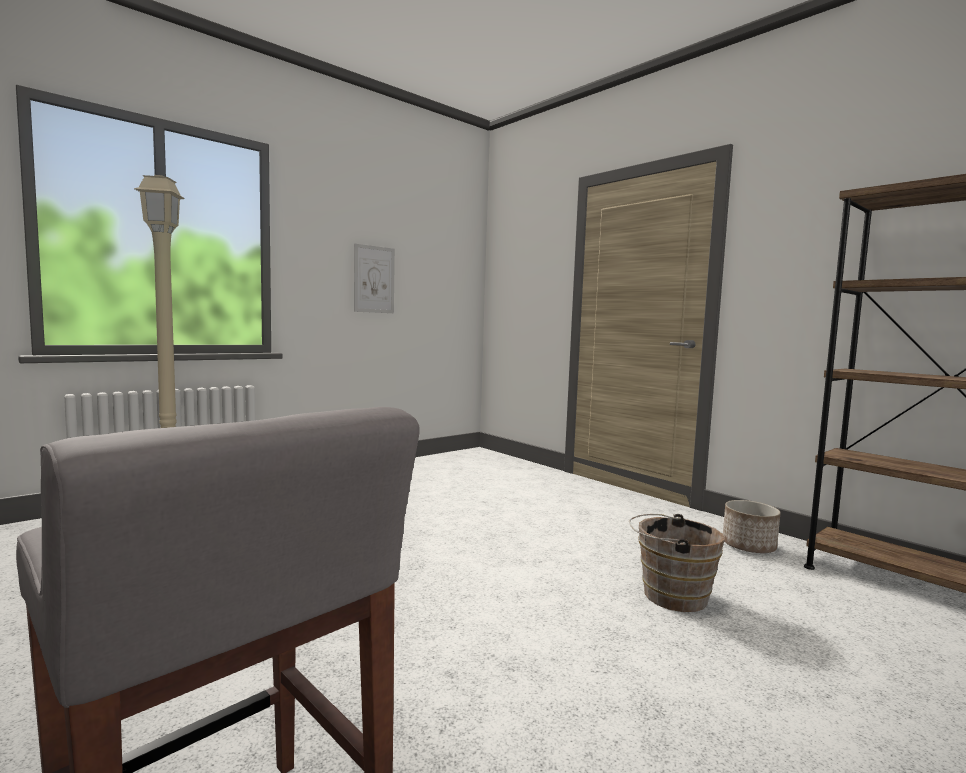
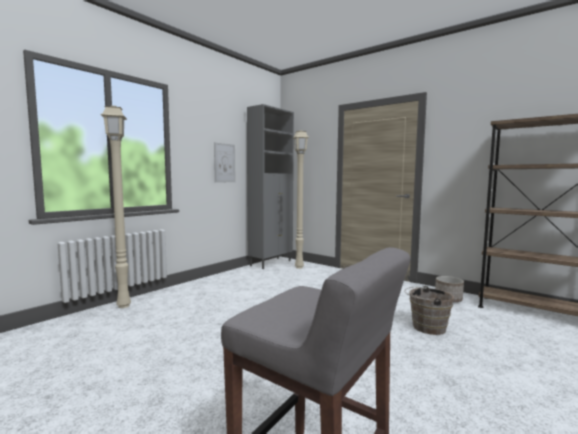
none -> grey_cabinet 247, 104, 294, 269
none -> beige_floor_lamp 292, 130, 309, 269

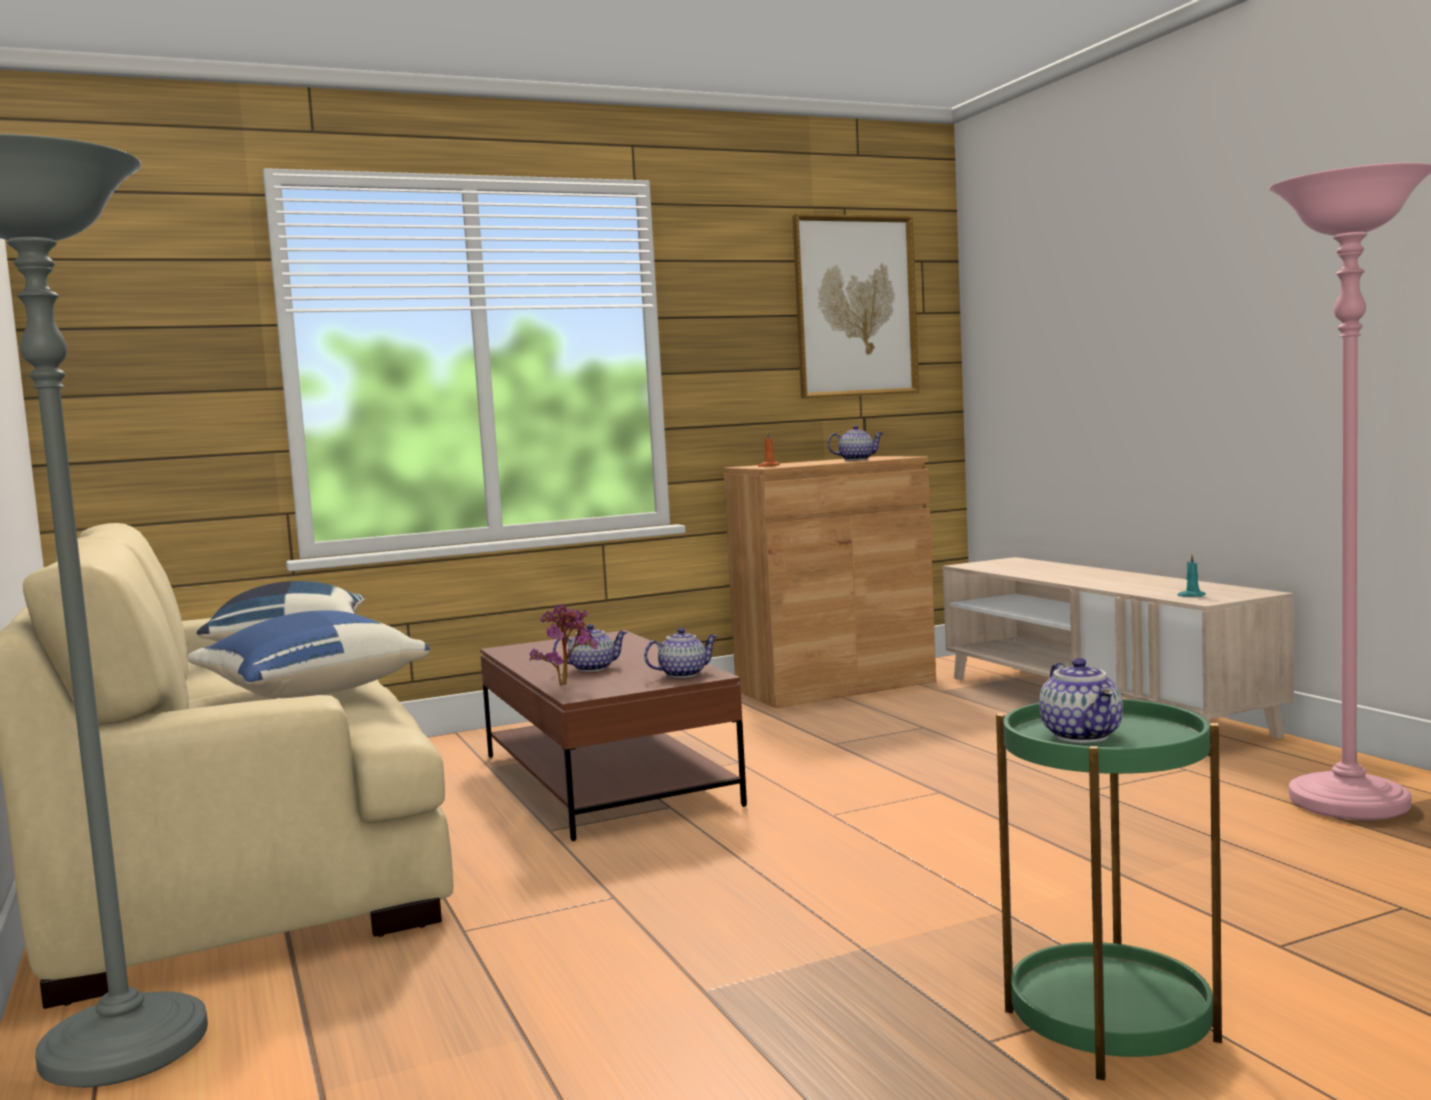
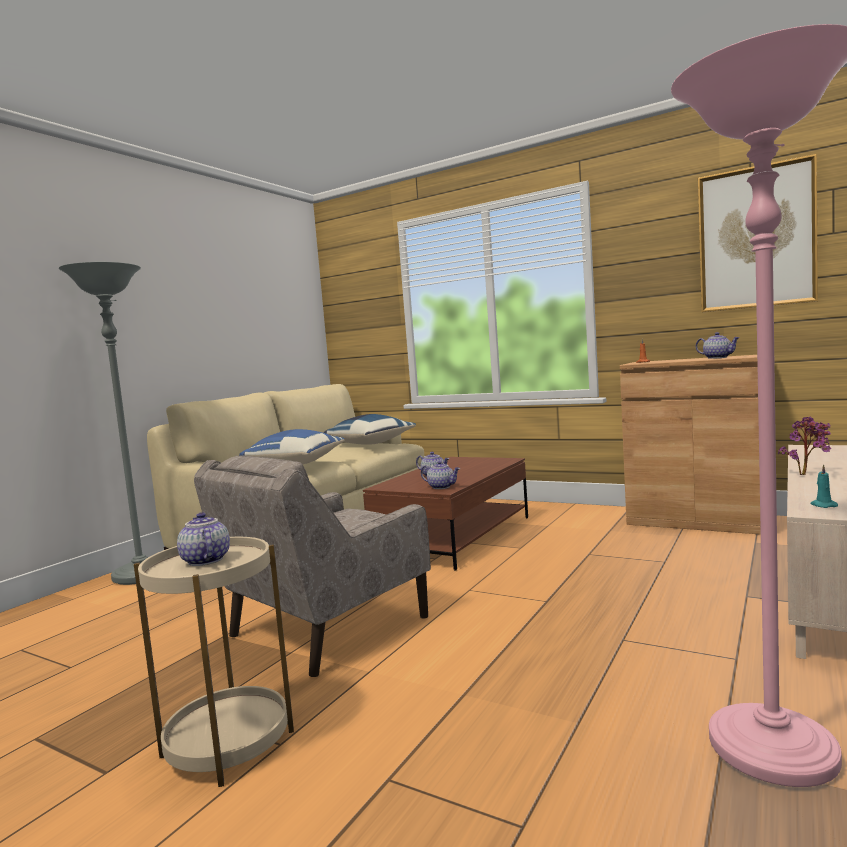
potted_plant 530, 604, 599, 685 -> potted_plant 778, 417, 832, 475, shifted
teapot 1039, 658, 1123, 743 -> teapot 177, 512, 230, 566, 105 degrees clockwise
green_side_table 996, 699, 1222, 1080 -> beige_side_table 134, 537, 294, 787
none -> beige_armchair 194, 456, 431, 677

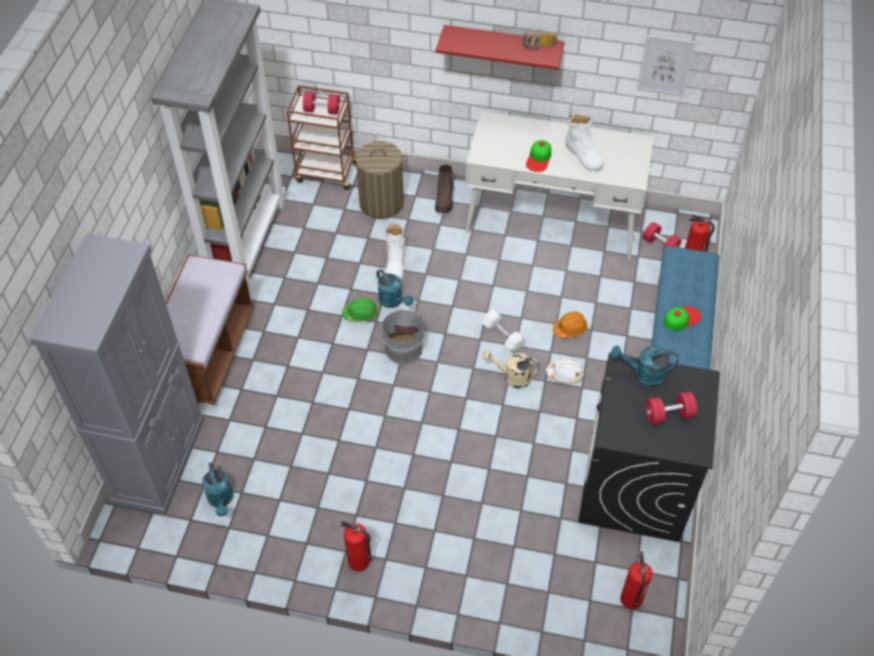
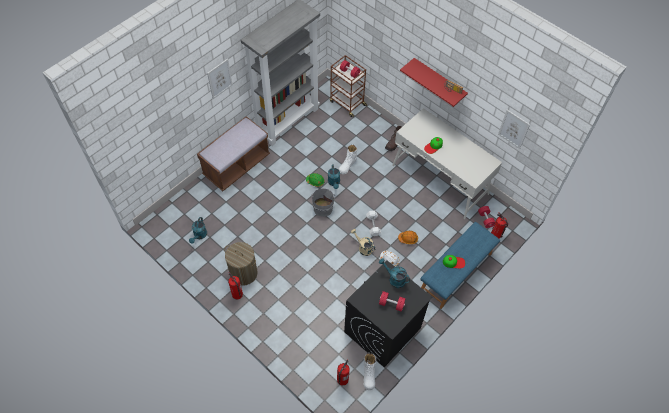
white_boot 565, 114, 604, 172 -> white_boot 364, 352, 376, 390, shifted
laundry_basket 350, 141, 408, 219 -> laundry_basket 224, 242, 258, 286, shifted
grey_cabinet 29, 234, 205, 515 -> none
none -> picture 207, 59, 233, 99

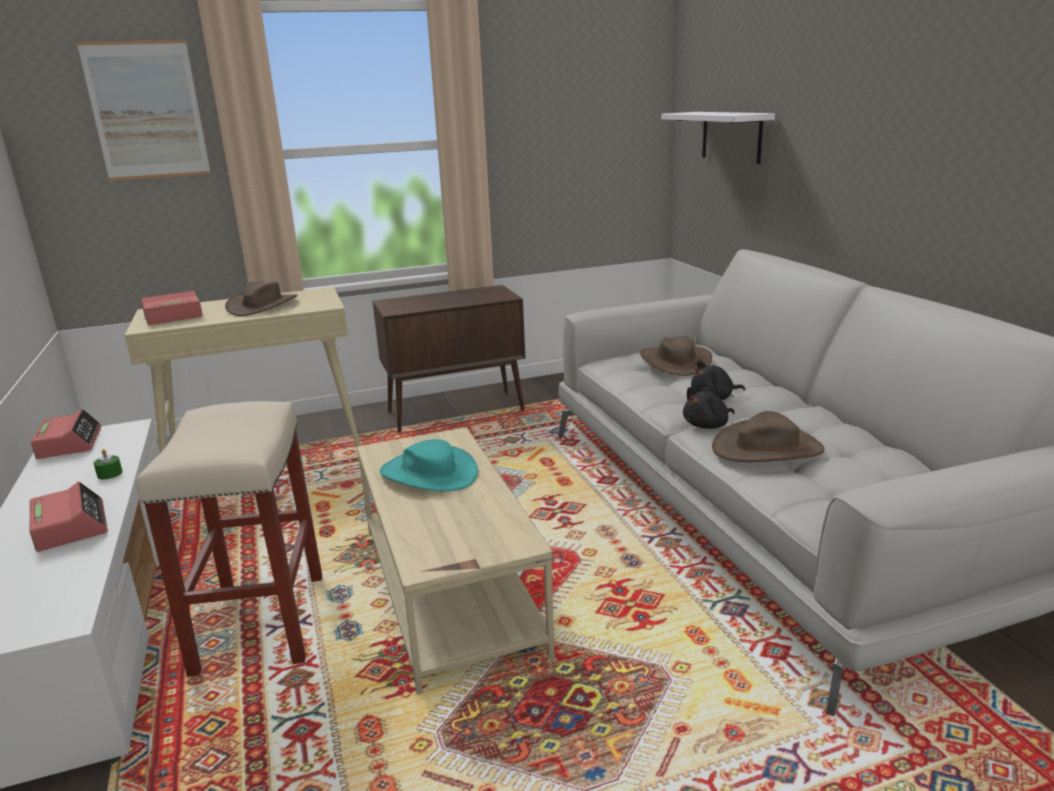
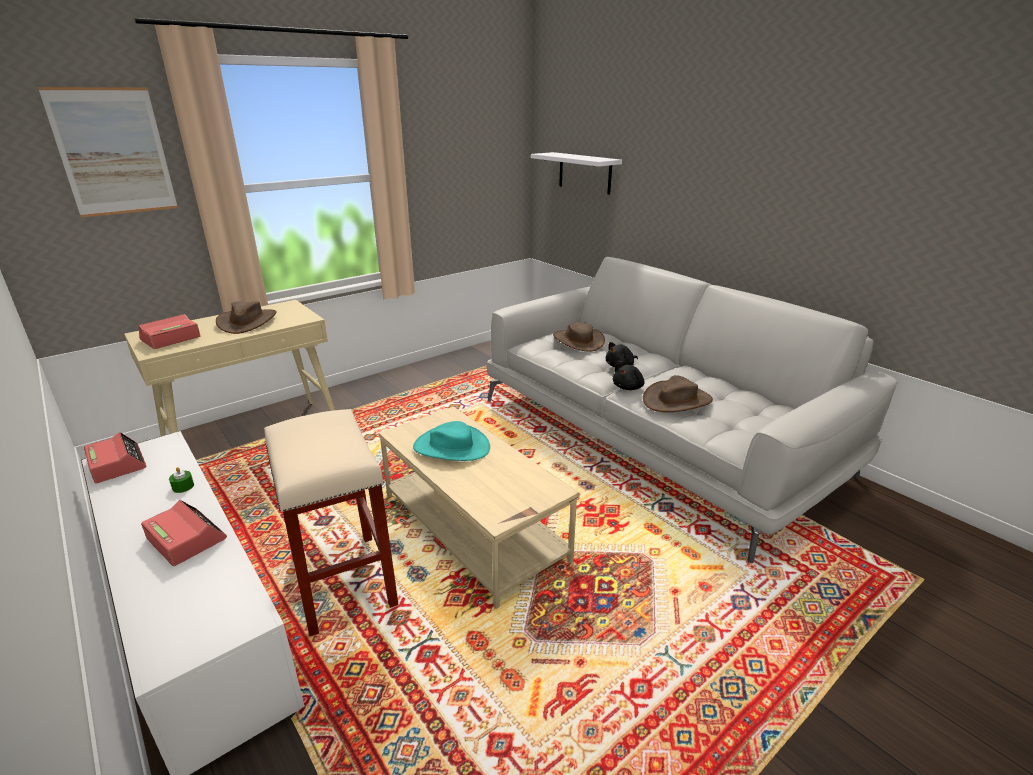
brown_cabinet 373, 285, 526, 432 -> none

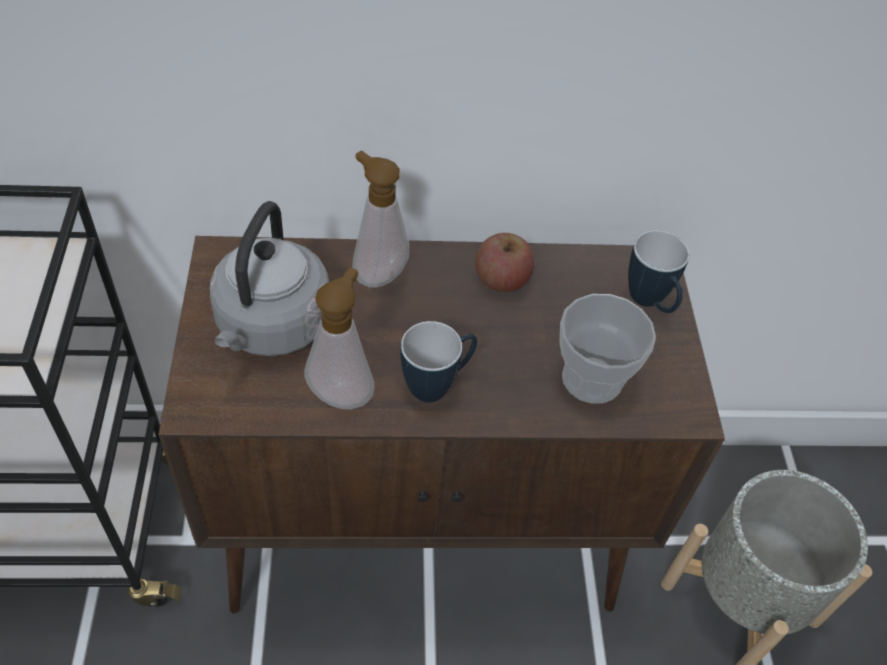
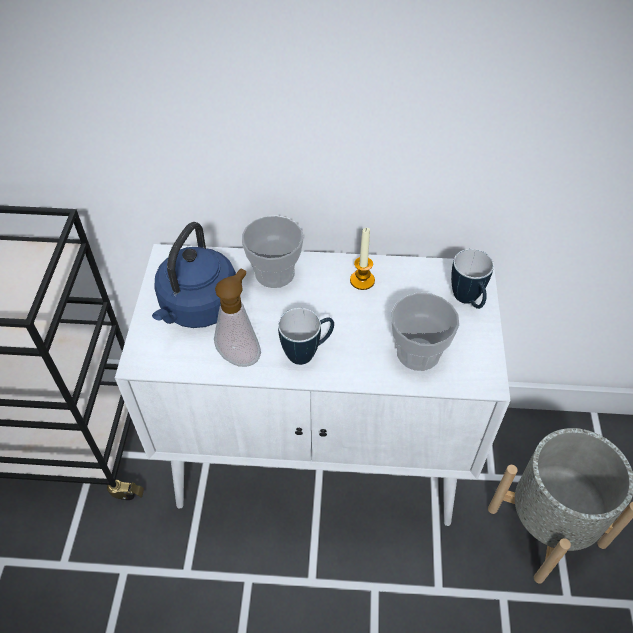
soap_dispenser 353, 151, 409, 288 -> cup 242, 215, 303, 288
grey_kettle 210, 201, 329, 356 -> blue_kettle 152, 222, 236, 328
apple 475, 233, 535, 292 -> candle 350, 228, 375, 290
brown_cabinet 158, 236, 725, 613 -> white_cabinet 115, 244, 511, 526

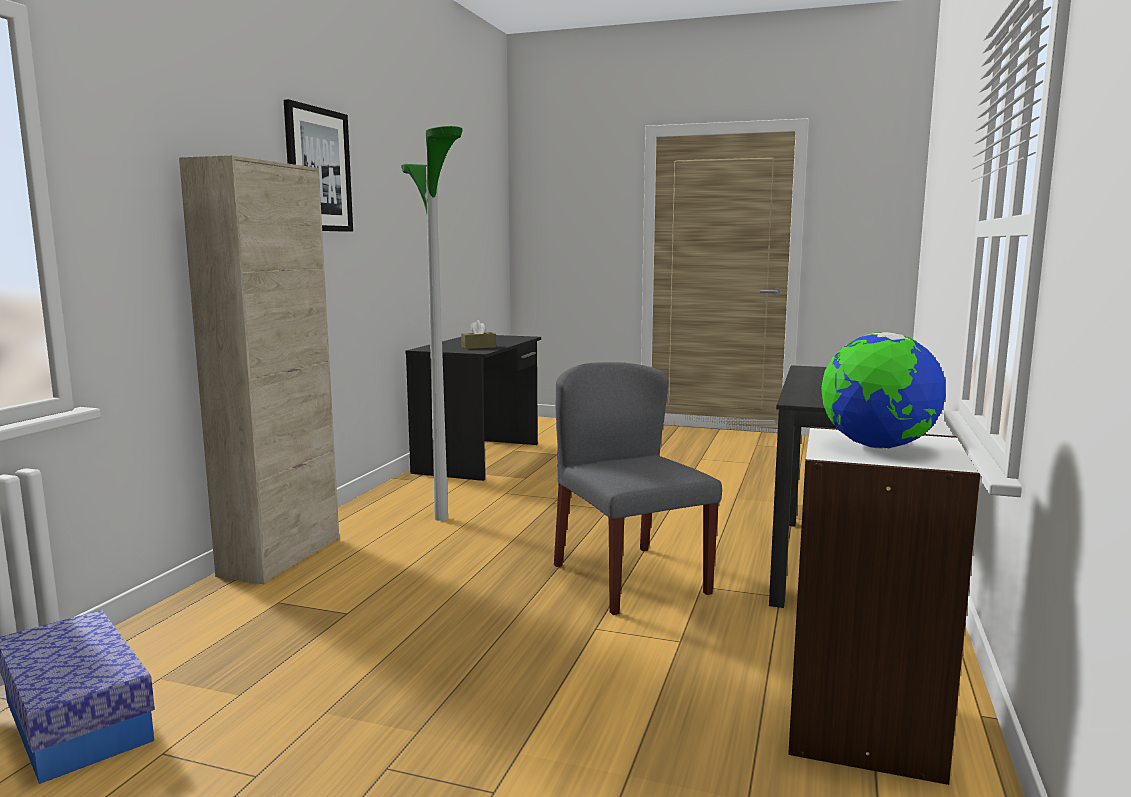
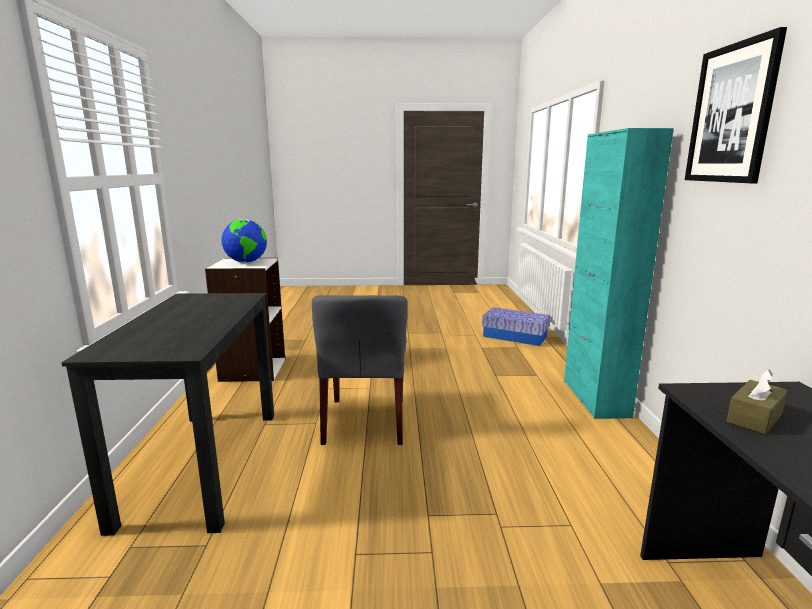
floor_lamp 401, 126, 463, 521 -> none
beige_cabinet 179, 155, 339, 584 -> turquoise_cabinet 564, 128, 674, 419
grey_chair 554, 362, 722, 615 -> grey_chair 312, 295, 407, 445, 45 degrees clockwise

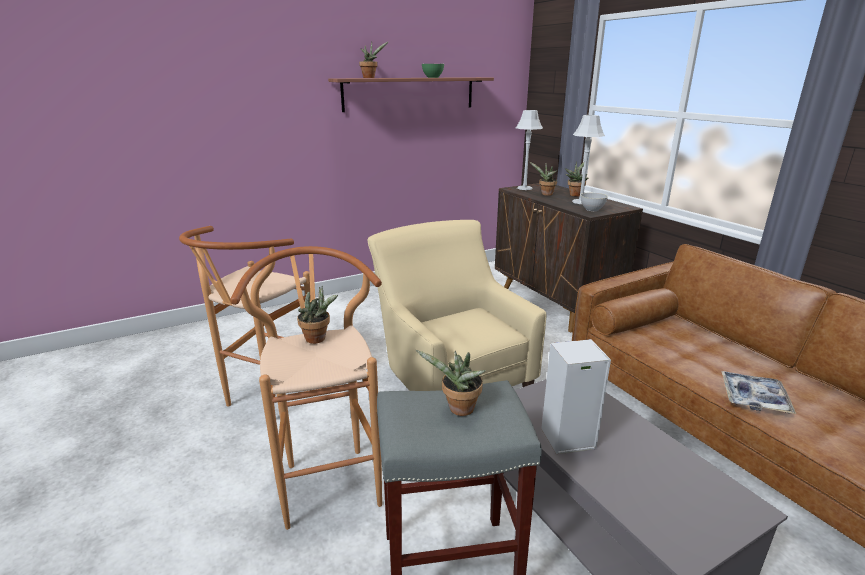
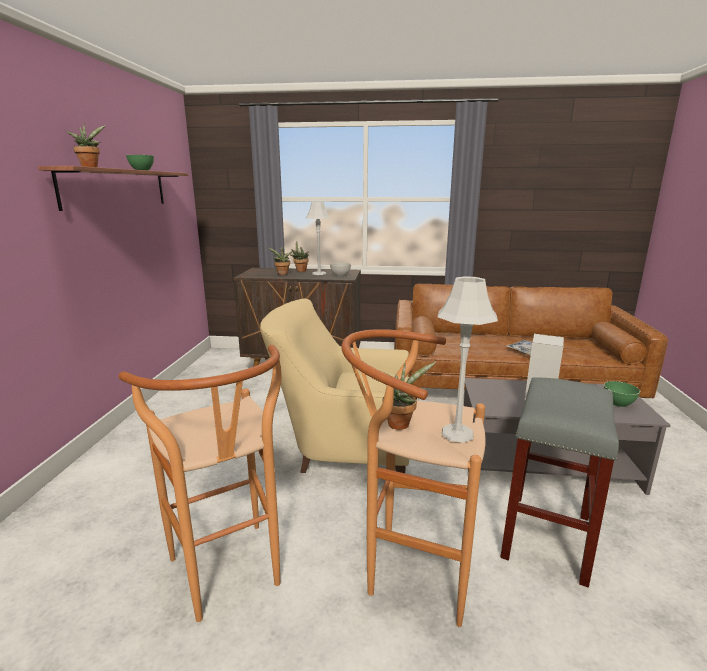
grey_table_lamp 516, 110, 543, 190 -> grey_table_lamp 438, 276, 498, 443, shifted
potted_plant 416, 350, 485, 416 -> none
none -> green_bowl 604, 381, 640, 407

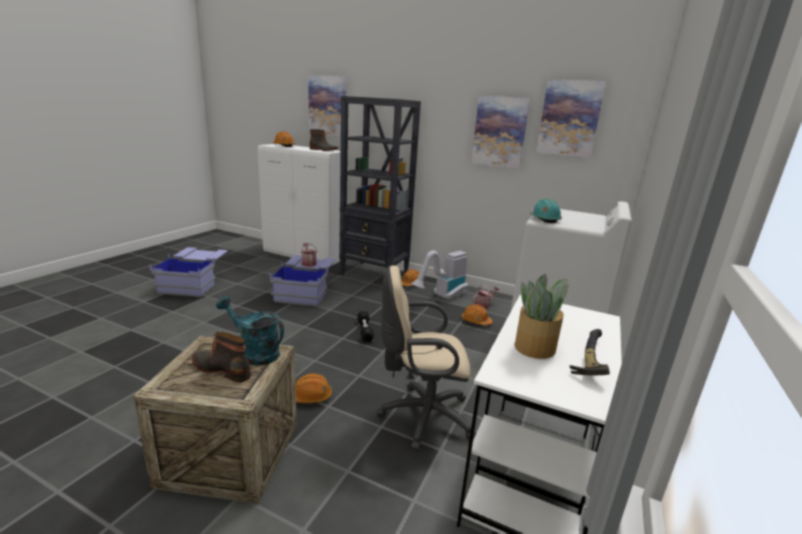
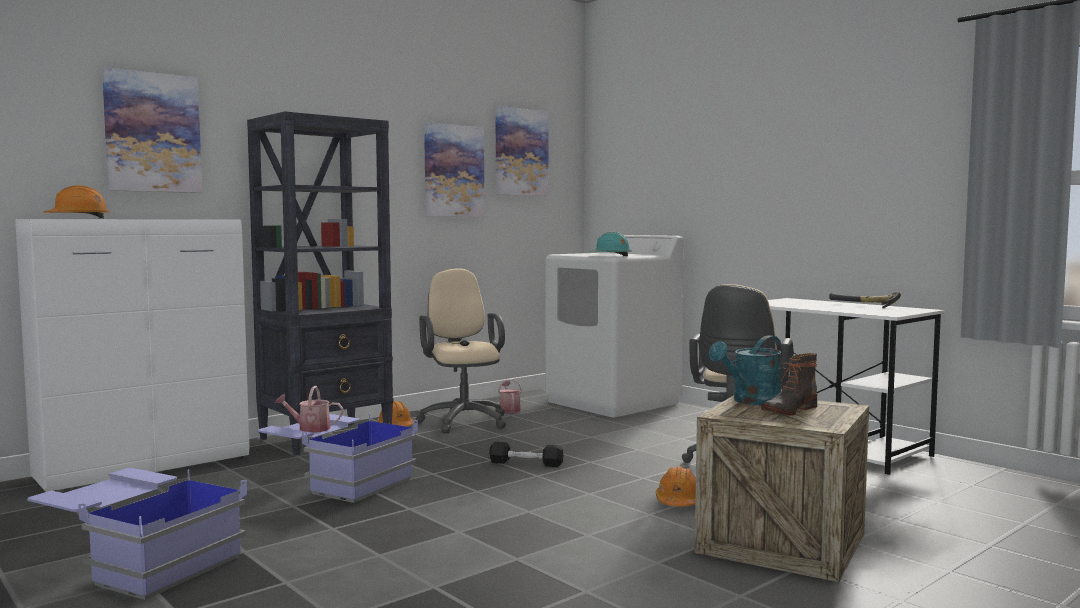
boot 310, 129, 338, 151 -> none
vacuum_cleaner 411, 251, 468, 300 -> beige_office_chair 416, 268, 506, 433
potted_plant 515, 274, 569, 359 -> none
orange_hard_hat 462, 304, 493, 325 -> none

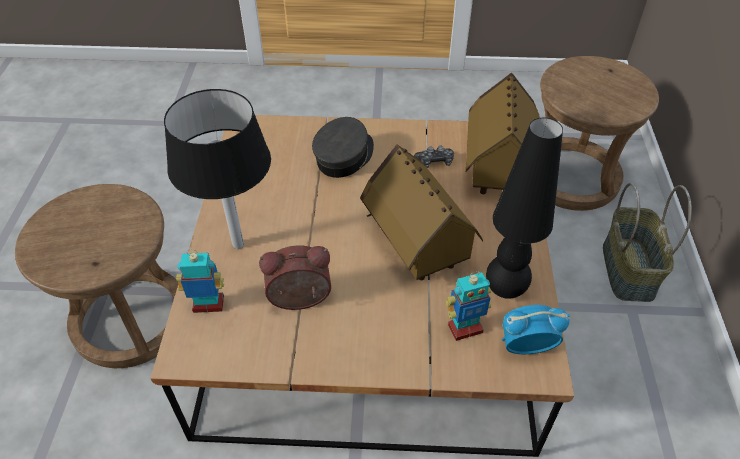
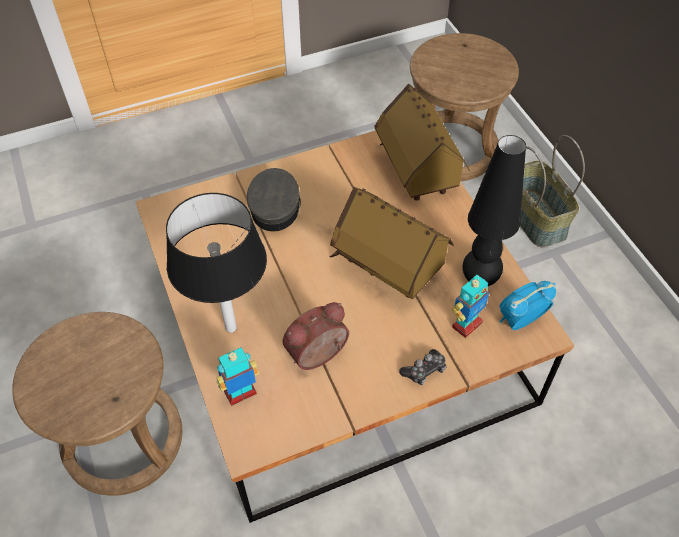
game_controller 414, 145, 454, 168 -> game_controller 399, 349, 446, 385, shifted

